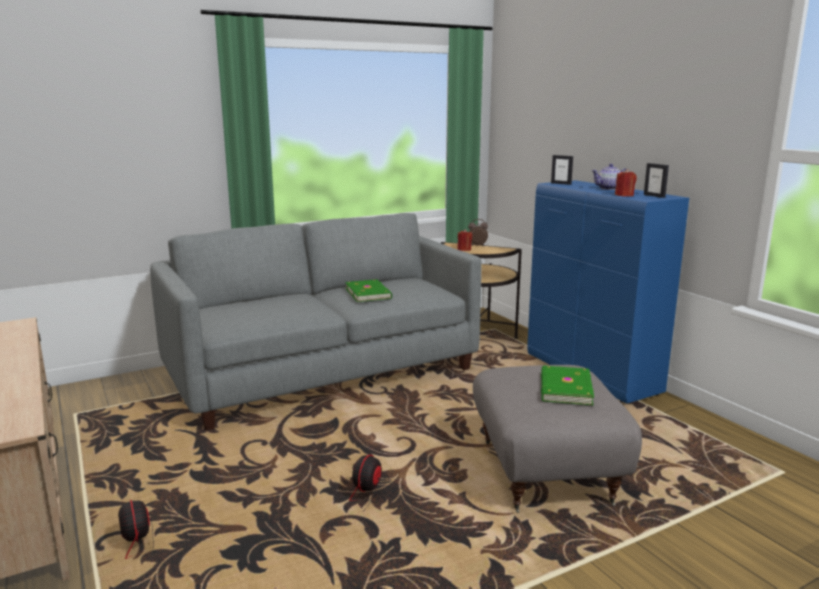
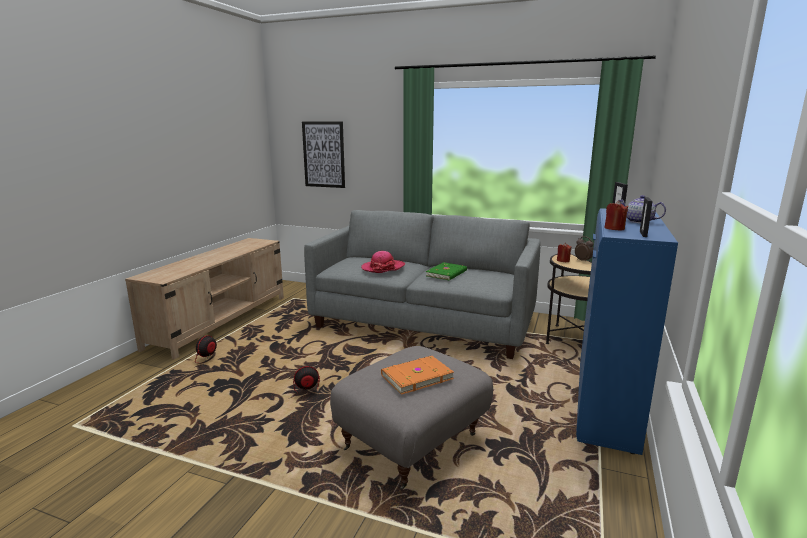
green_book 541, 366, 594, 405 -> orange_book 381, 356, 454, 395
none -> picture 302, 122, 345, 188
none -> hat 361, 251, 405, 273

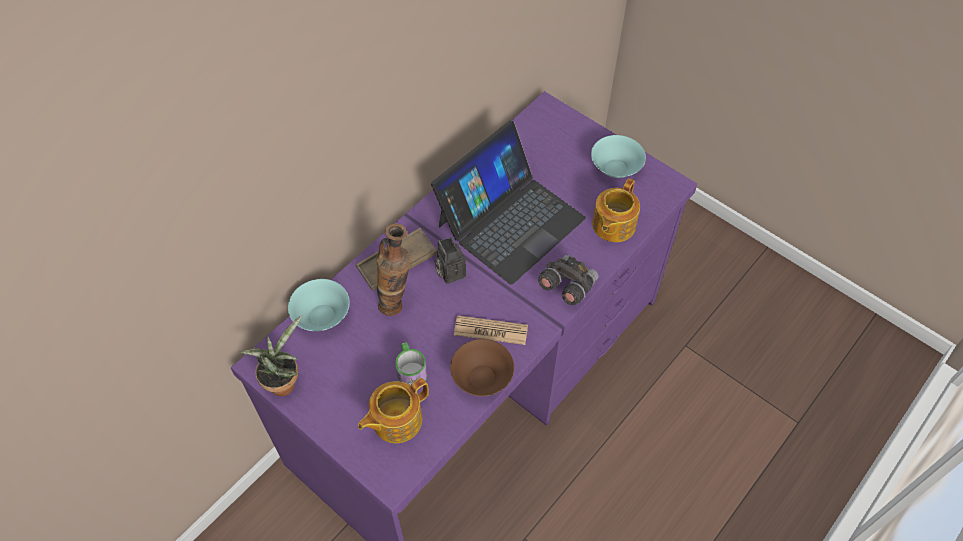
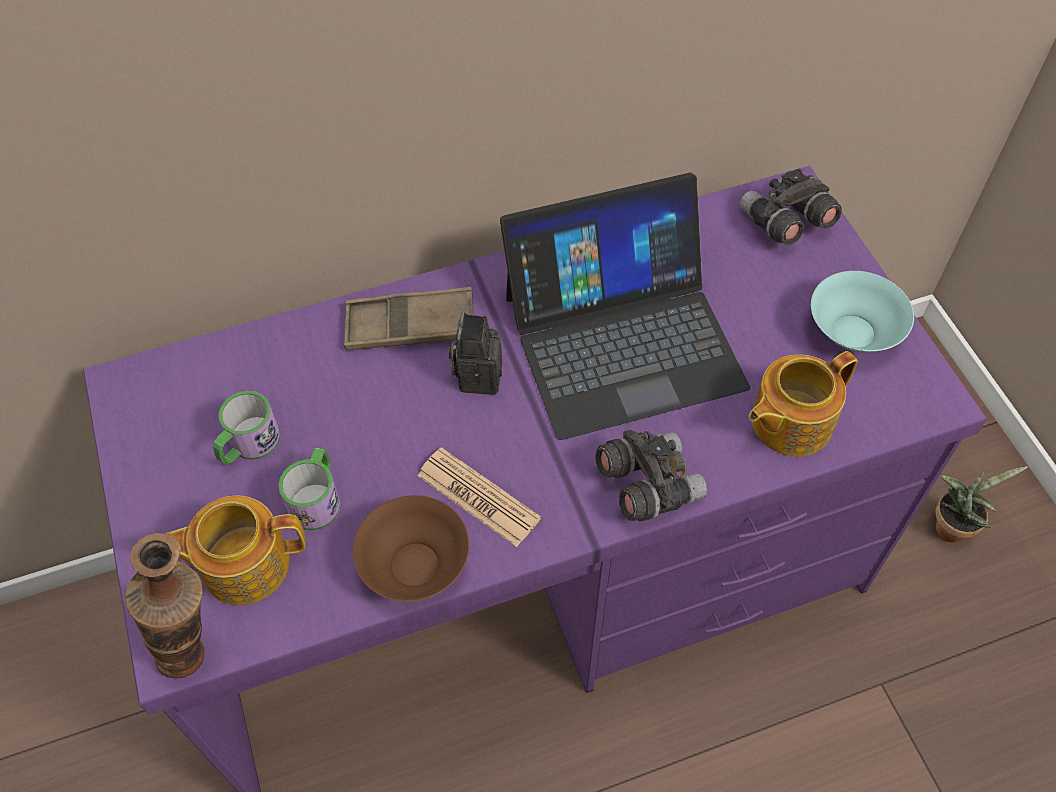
vase 376, 223, 412, 316 -> vase 125, 533, 205, 679, shifted
turquoise_bowl 288, 279, 350, 331 -> none
potted_plant 239, 316, 302, 396 -> potted_plant 935, 466, 1028, 543, shifted
none -> grey_binoculars 740, 169, 842, 245
none -> mug 213, 391, 280, 465

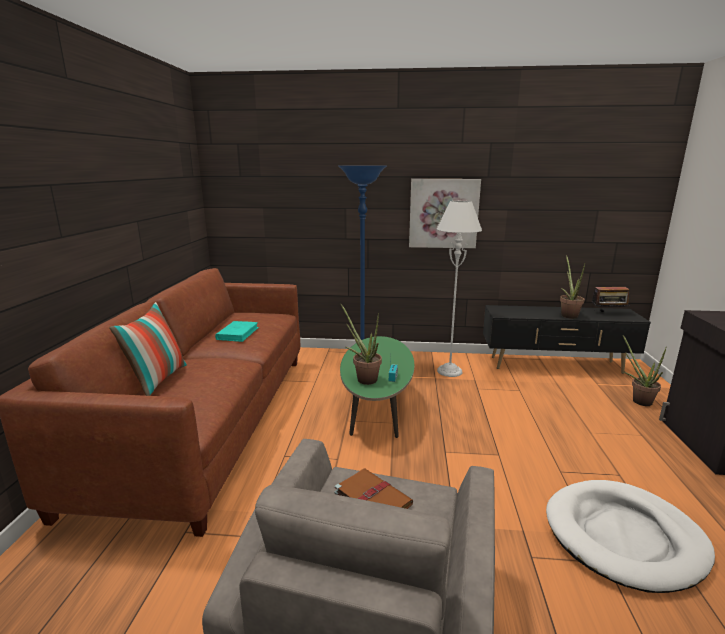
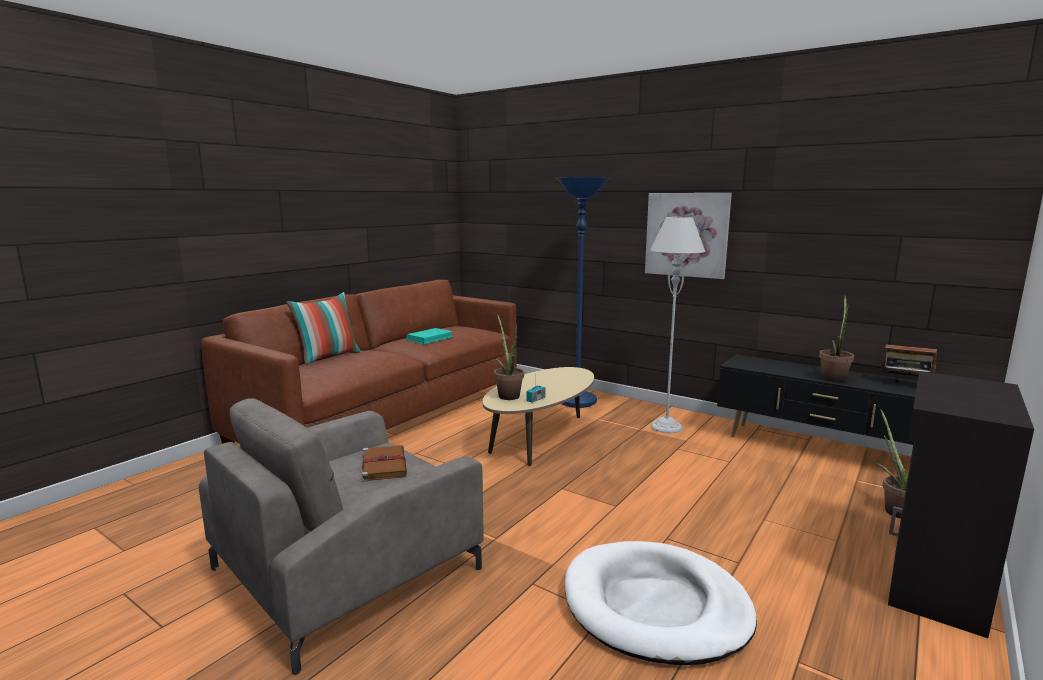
green_coffee_table 340, 336, 414, 438 -> beige_coffee_table 482, 367, 594, 466

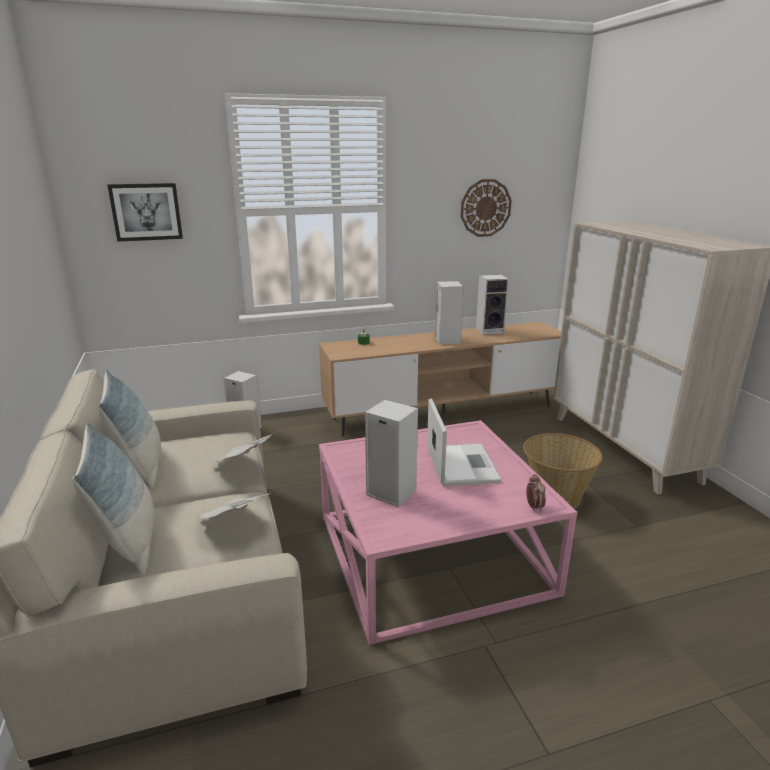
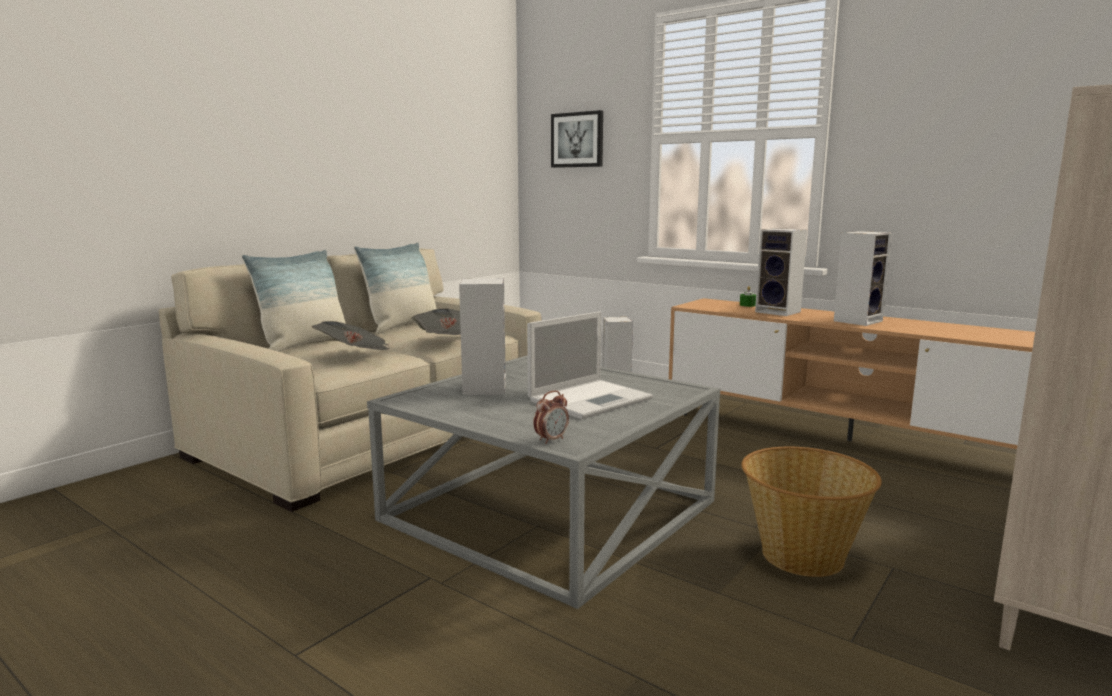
wall_clock 461, 179, 512, 237 -> none
speaker 476, 274, 509, 335 -> speaker 755, 228, 807, 316, shifted
pink_coffee_table 319, 420, 577, 645 -> grey_coffee_table 367, 356, 720, 609

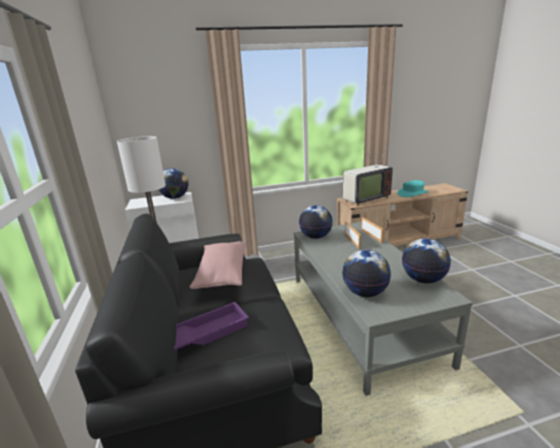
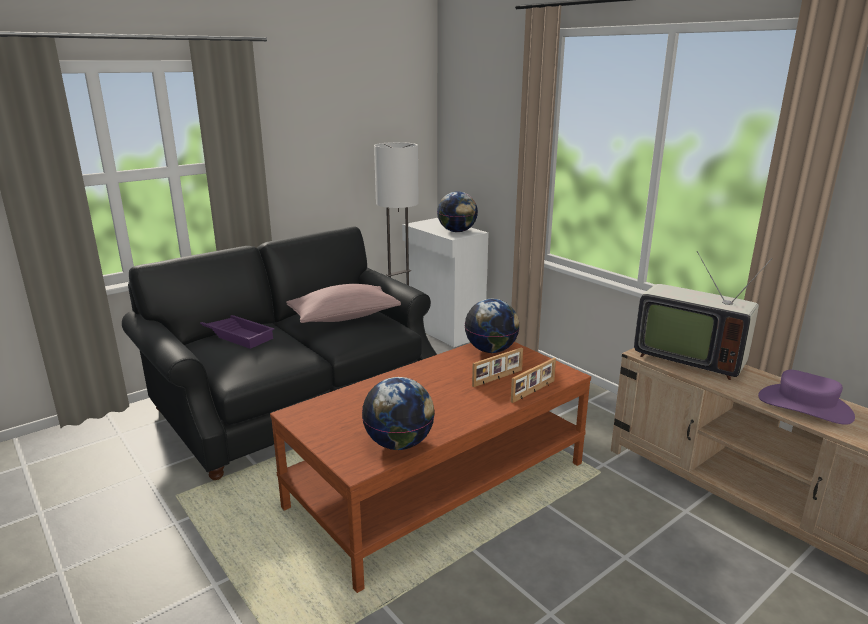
turquoise_hat 397, 180, 429, 197 -> purple_hat 758, 370, 855, 425
grey_coffee_table 294, 222, 473, 396 -> brown_coffee_table 270, 342, 591, 593
globe 342, 250, 391, 297 -> none

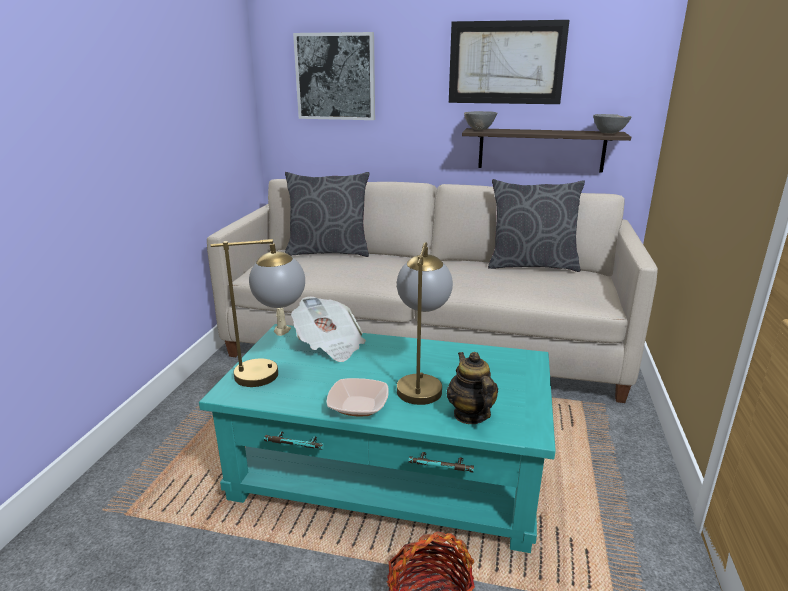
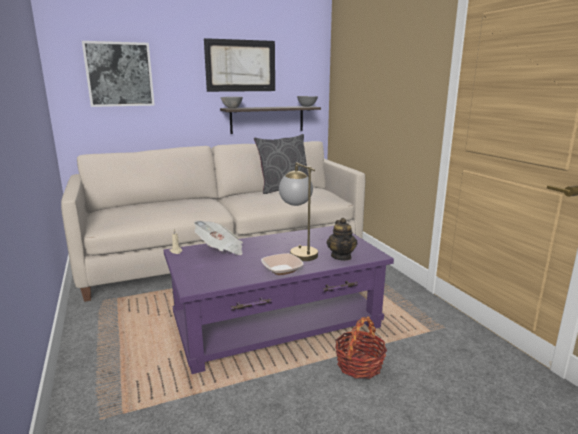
grey_pillow 285, 172, 370, 257 -> none
table_lamp 210, 239, 305, 387 -> none
turquoise_coffee_table 199, 324, 556, 553 -> purple_coffee_table 163, 226, 394, 374
teapot 447, 352, 498, 424 -> teapot 327, 218, 357, 261, 135 degrees counterclockwise

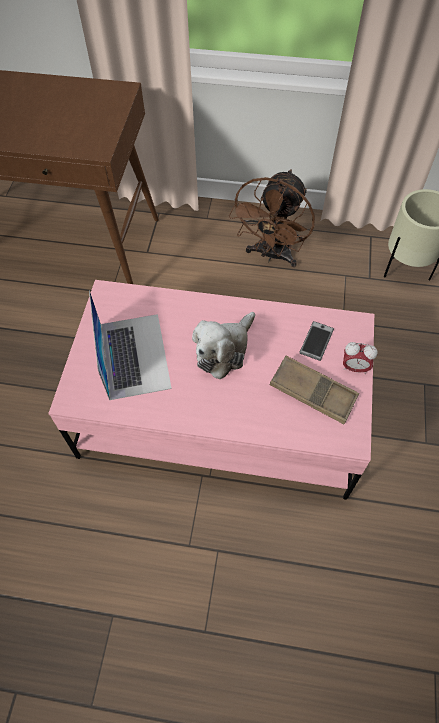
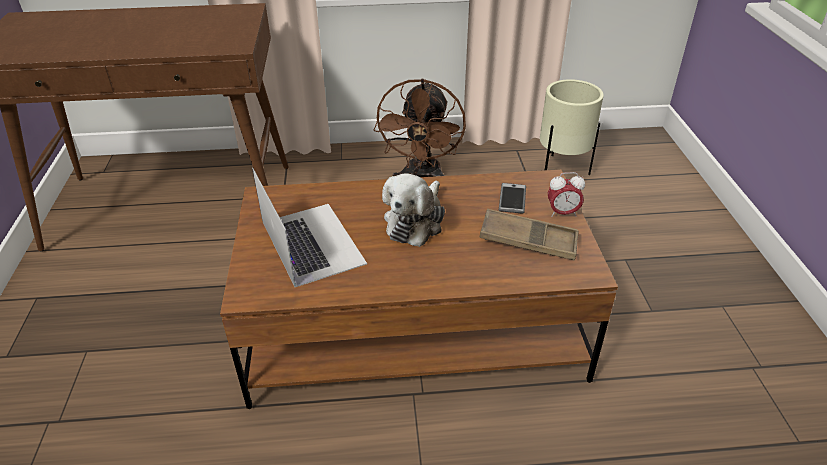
pink_coffee_table 48, 280, 374, 500 -> brown_coffee_table 220, 170, 618, 409

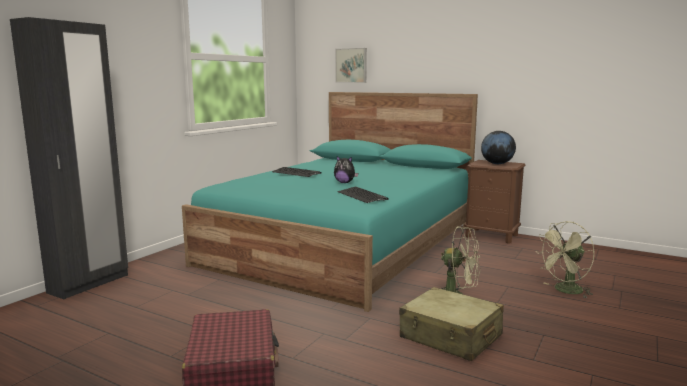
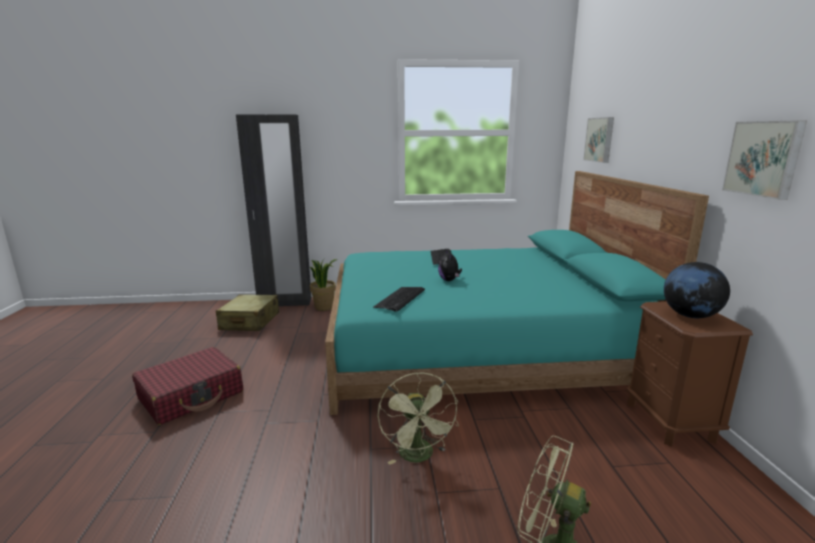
beige_suitcase 399, 287, 504, 361 -> beige_suitcase 216, 294, 279, 331, shifted
none -> picture 722, 120, 807, 200
none -> potted_plant 310, 259, 337, 311

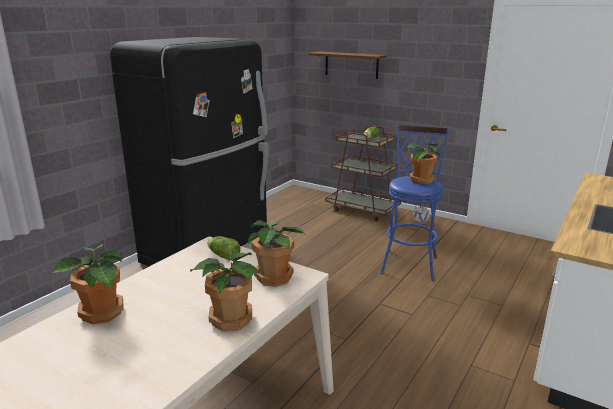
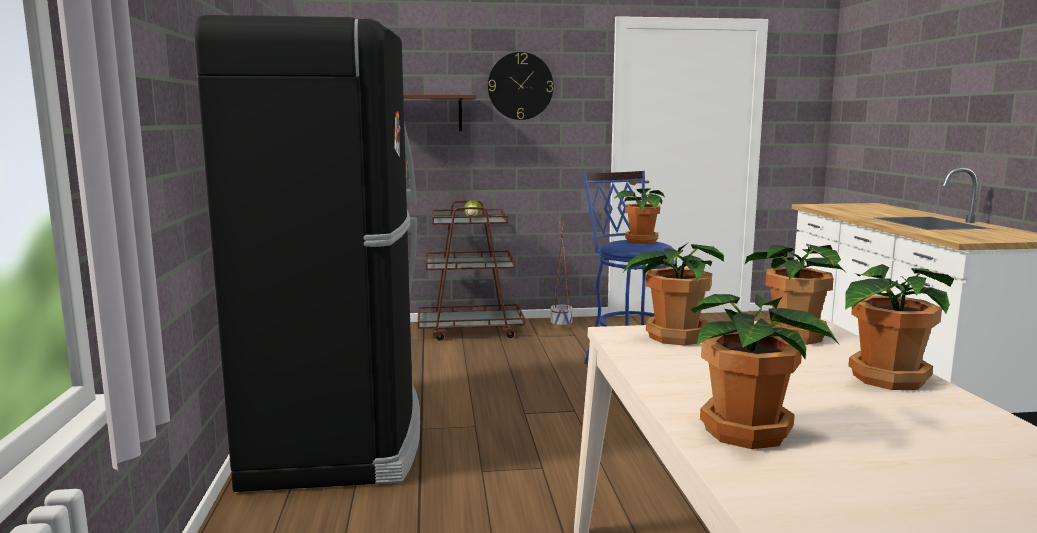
lettuce 208, 236, 241, 260 -> potted_plant 623, 243, 724, 346
none -> wall_clock 488, 52, 554, 120

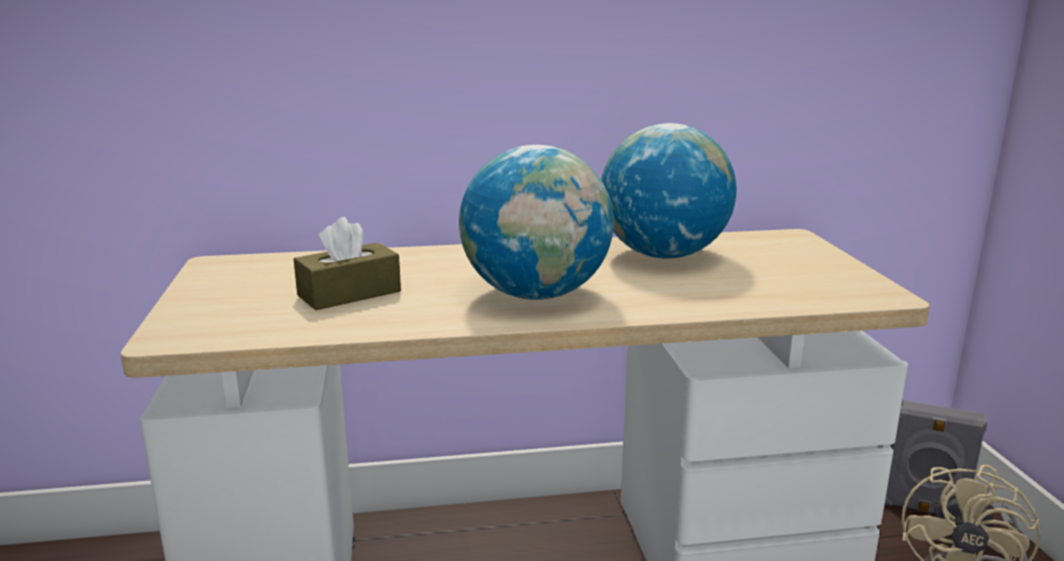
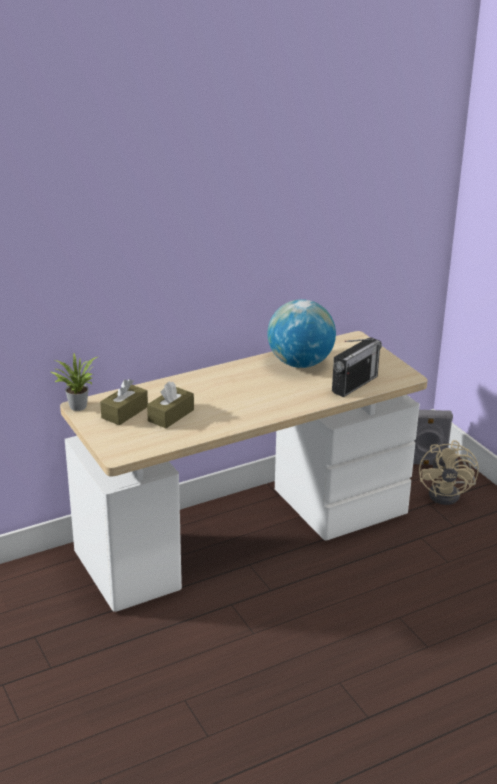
globe 459, 145, 614, 300 -> none
none -> radio 332, 338, 382, 397
none -> potted_plant 51, 354, 97, 411
none -> brown_tissue_box 100, 379, 148, 425

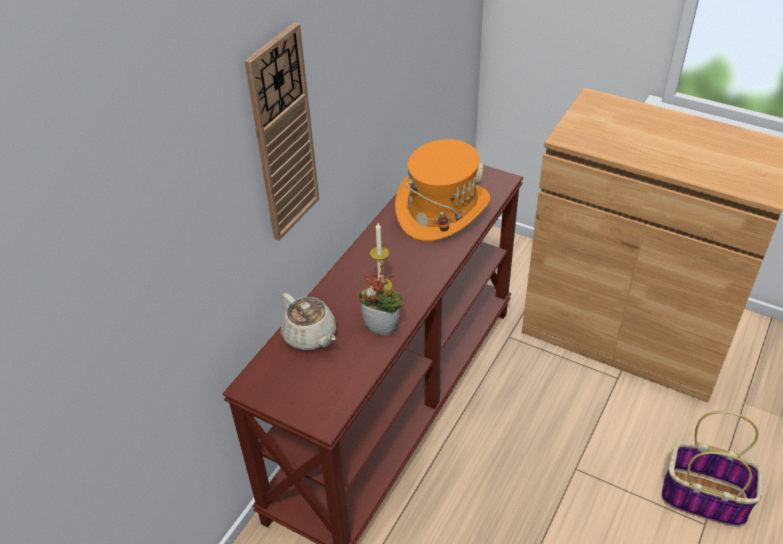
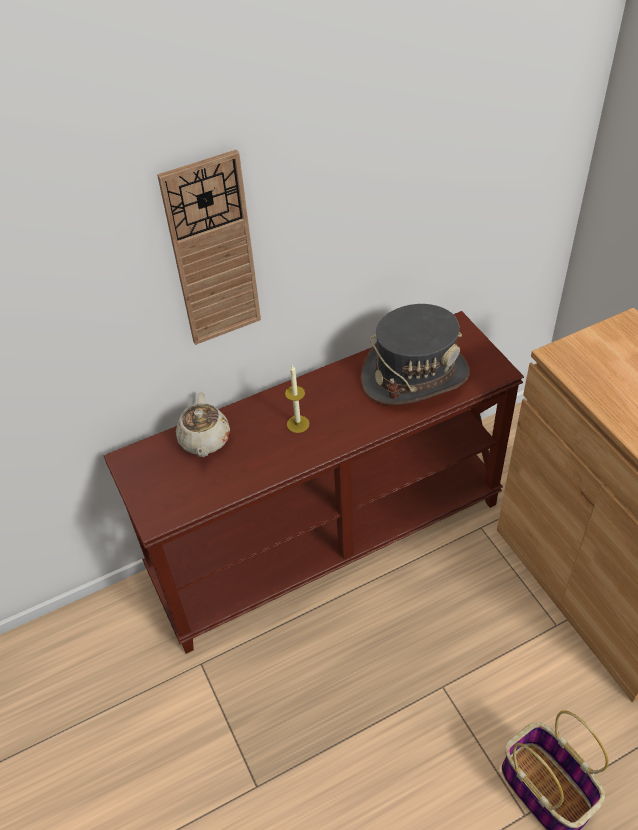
orange_hat 395, 139, 491, 241 -> grey_hat 361, 304, 470, 405
potted_plant 359, 260, 405, 336 -> none

